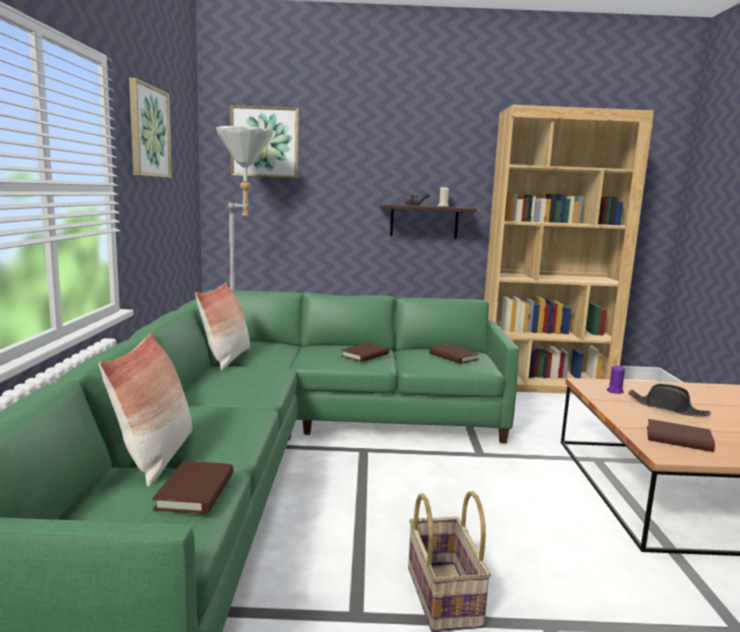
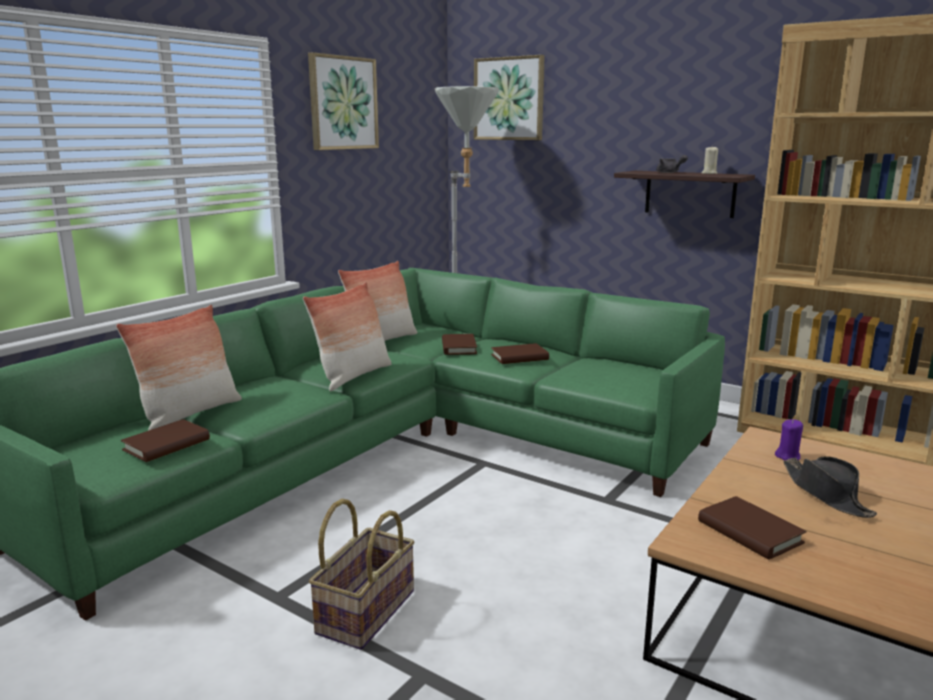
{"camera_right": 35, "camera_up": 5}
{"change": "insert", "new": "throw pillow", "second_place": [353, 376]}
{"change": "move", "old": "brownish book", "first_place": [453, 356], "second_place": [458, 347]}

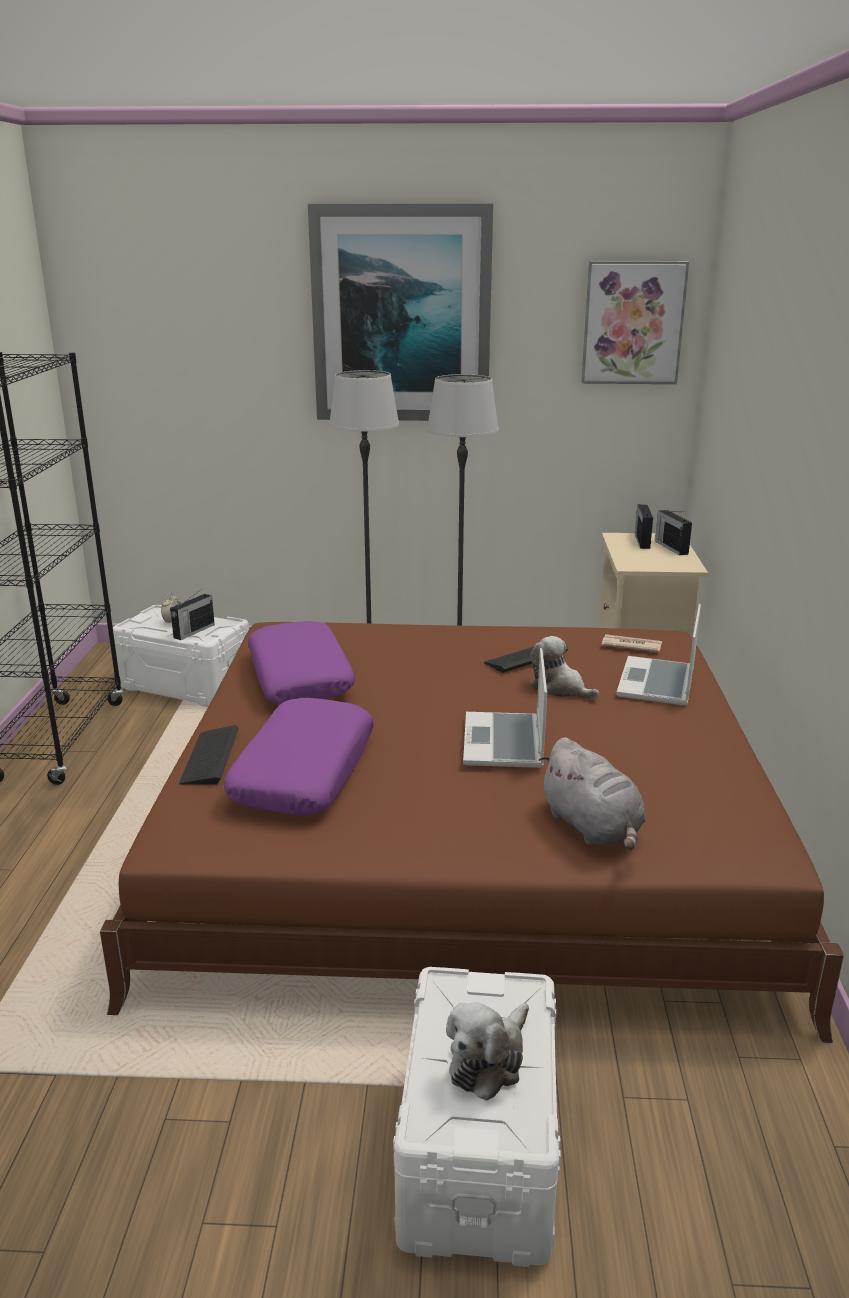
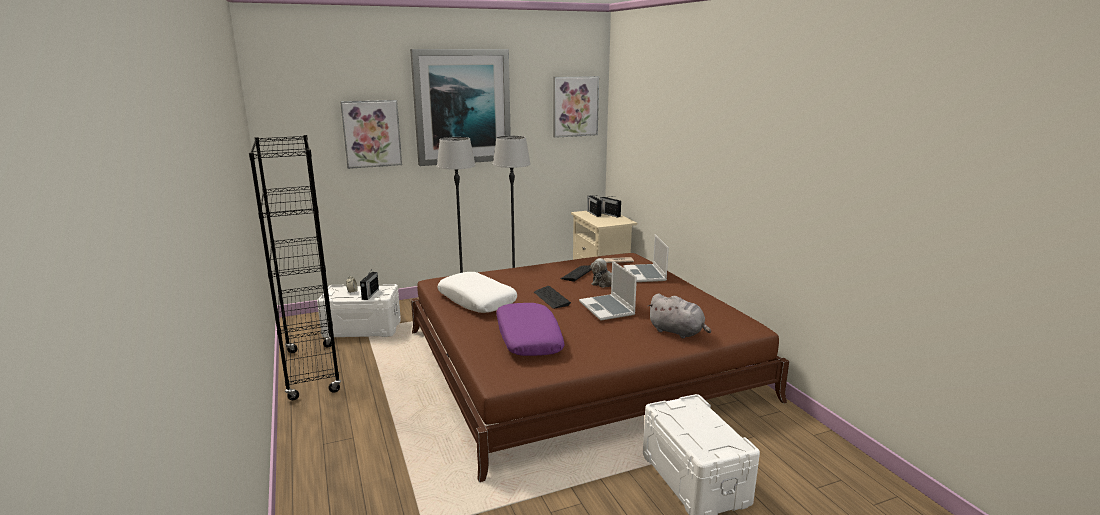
{"camera_right": -25, "camera_up": -5}
{"change": "delete", "old": "plush toy", "first_place": [489, 1060]}
{"change": "insert", "new": "wall art", "second_place": [371, 133]}
{"change": "move", "old": "keyboard", "first_place": [210, 757], "second_place": [551, 298]}
{"change": "recolor", "old": "purplish throw pillow", "new": "white-coloured throw pillow", "first_place": [301, 677], "second_place": [477, 300]}

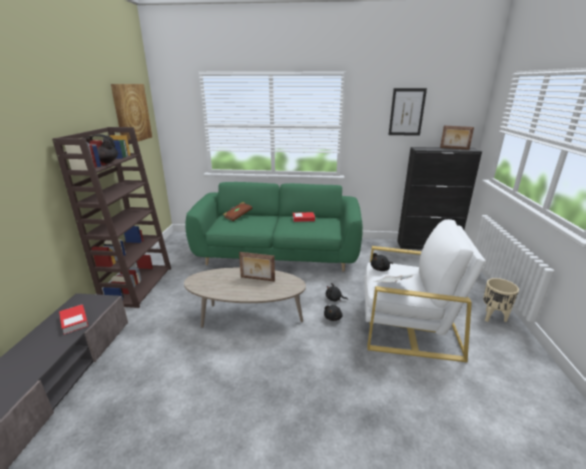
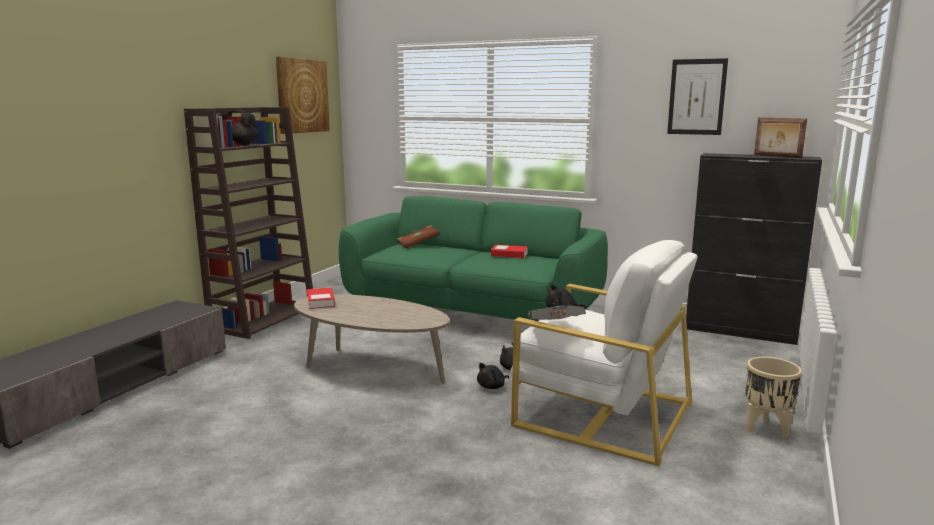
{"camera_right": 20, "camera_up": -10}
{"change": "delete", "old": "standing frame", "first_place": [257, 279]}
{"change": "move", "old": "book", "first_place": [74, 321], "second_place": [320, 302]}

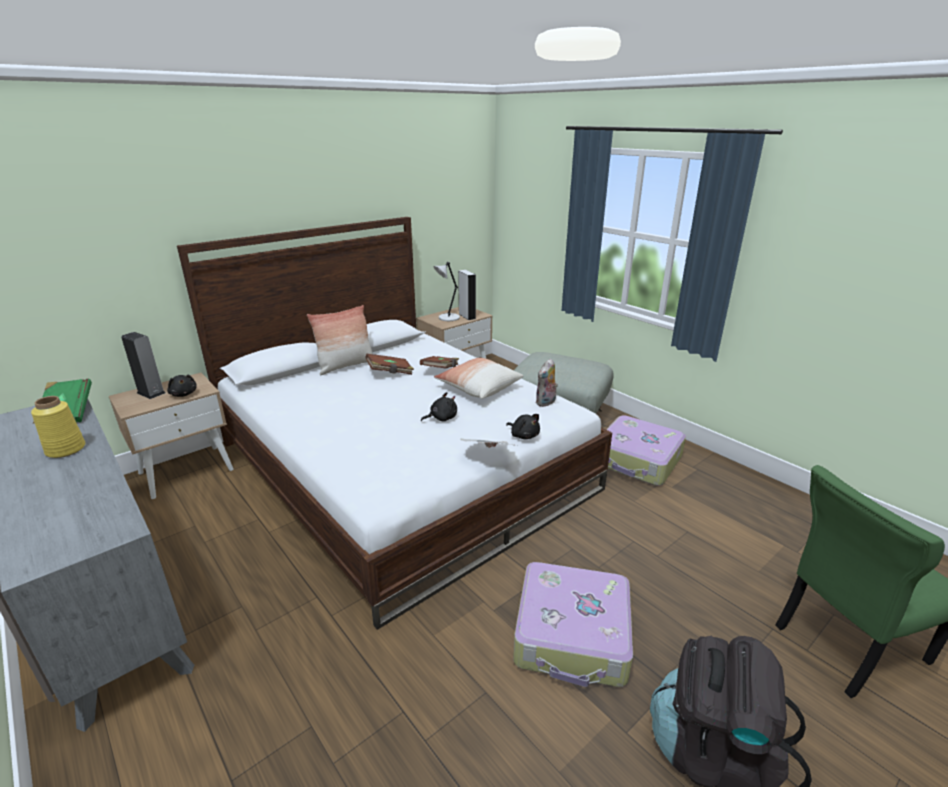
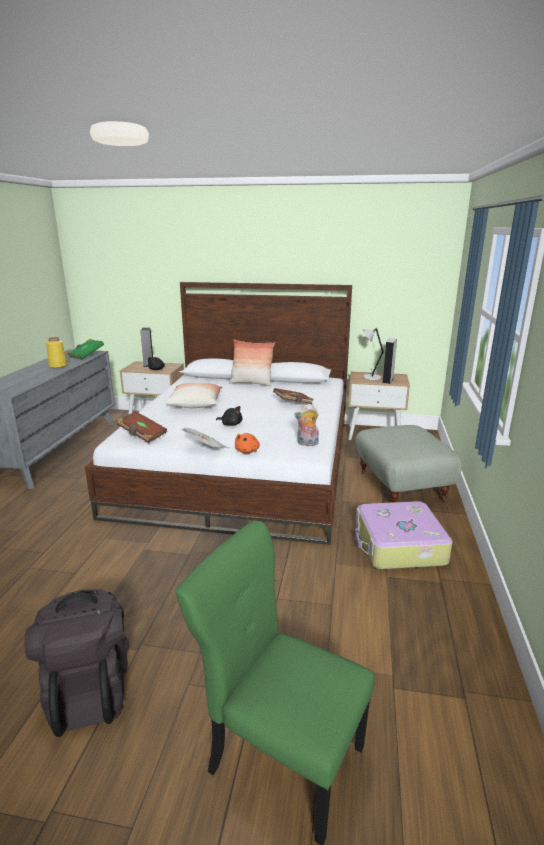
{"camera_right": 50, "camera_up": -5}
{"change": "delete", "old": "suitcase", "first_place": [572, 635]}
{"change": "move", "old": "brownish book", "first_place": [390, 372], "second_place": [142, 435]}
{"change": "move", "old": "throw pillow", "first_place": [478, 388], "second_place": [195, 403]}
{"change": "recolor", "old": "blackish plush toy", "new": "orangey plush toy", "first_place": [524, 435], "second_place": [247, 451]}

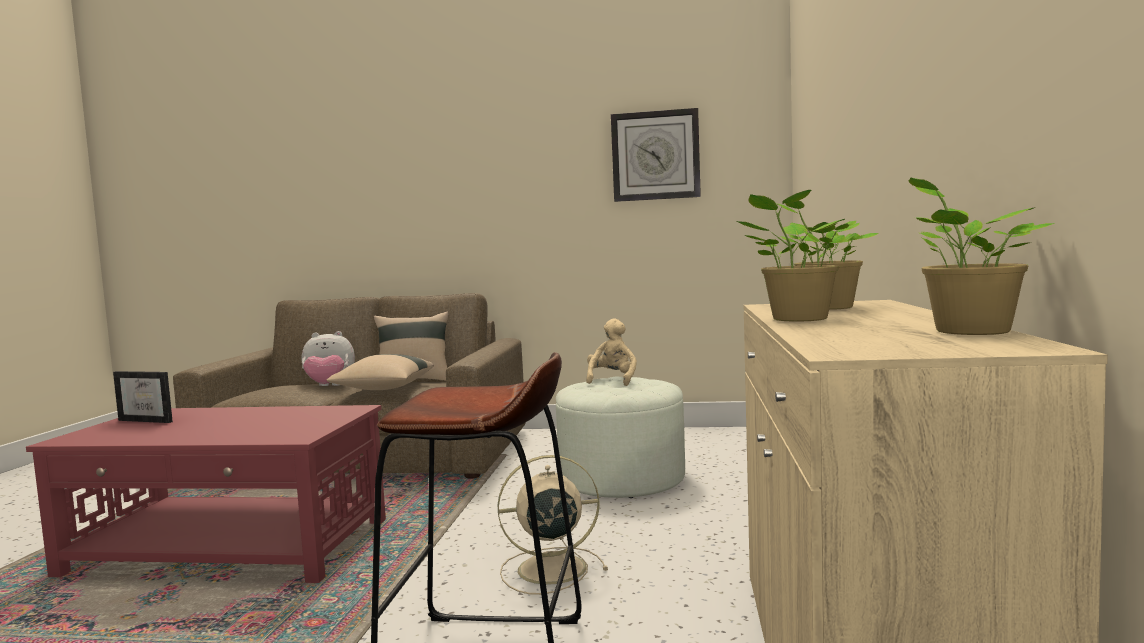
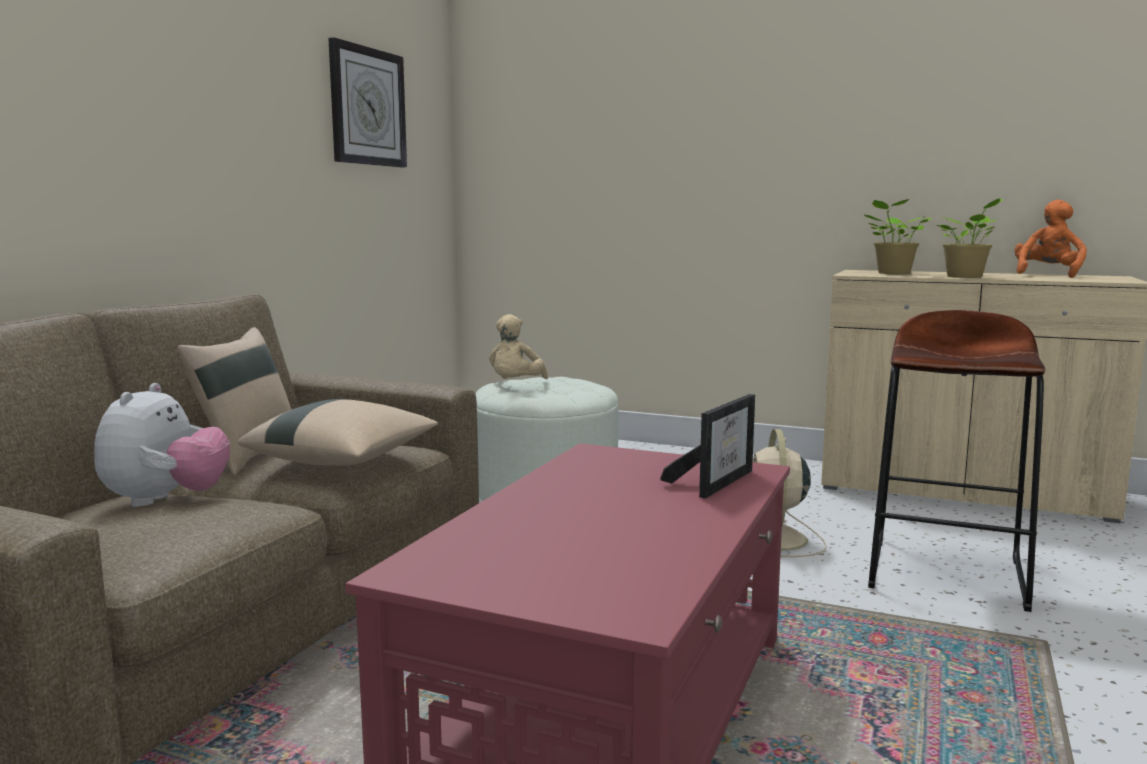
{"camera_right": -75, "camera_up": 5}
{"change": "move", "old": "standing frame", "first_place": [152, 420], "second_place": [717, 481]}
{"change": "replace", "old": "houseplant", "new": "orangey plush toy", "first_place": [967, 331], "second_place": [1047, 275]}
{"change": "rotate", "old": "beige-coloured plush toy", "first_place": [612, 380], "second_place": [515, 385], "degrees": -105}

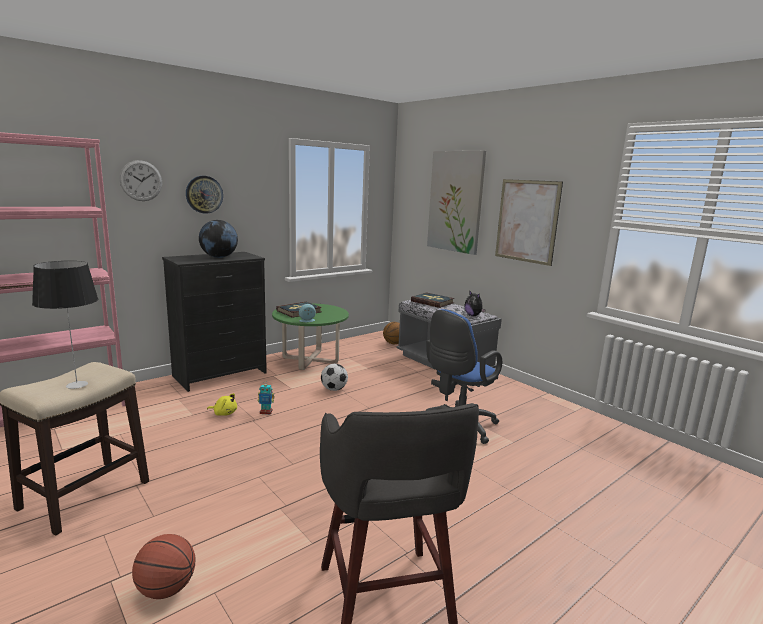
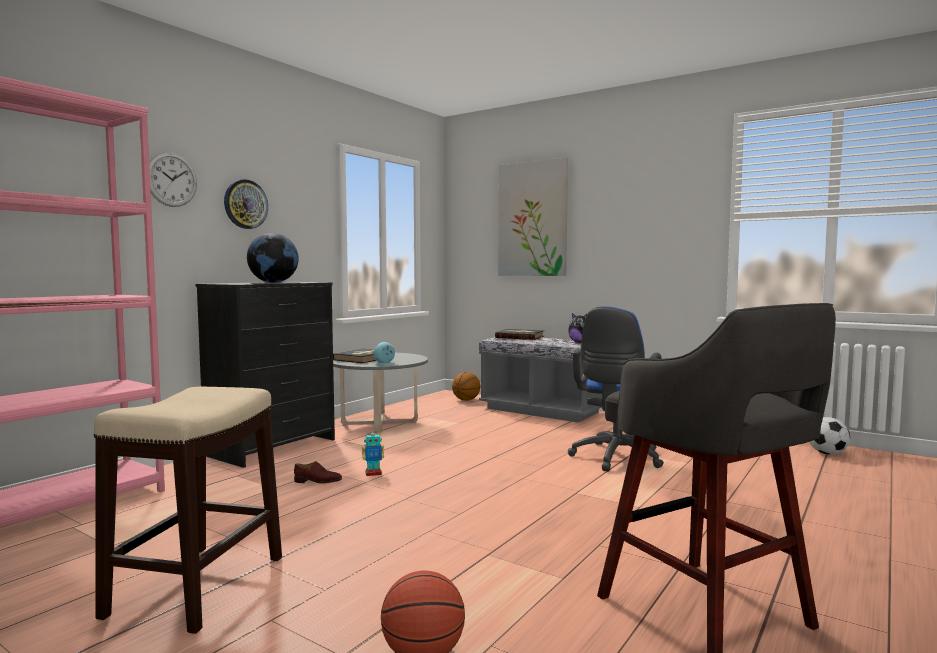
{"camera_right": -15, "camera_up": -10}
{"change": "delete", "old": "table lamp", "first_place": [77, 385]}
{"change": "delete", "old": "wall art", "first_place": [527, 221]}
{"change": "move", "old": "football", "first_place": [334, 389], "second_place": [827, 453]}
{"change": "replace", "old": "yellow plush toy", "new": "brownish item of footwear", "first_place": [224, 413], "second_place": [318, 481]}
{"change": "recolor", "old": "greenish low table", "new": "greyish low table", "first_place": [310, 360], "second_place": [379, 423]}

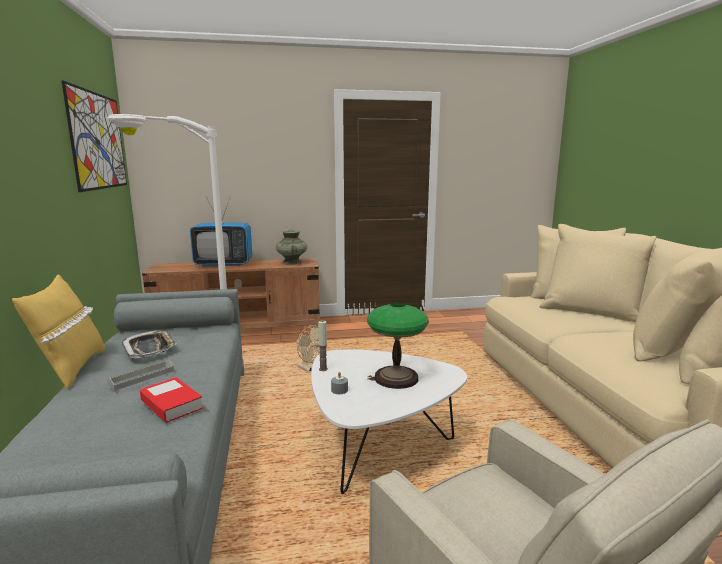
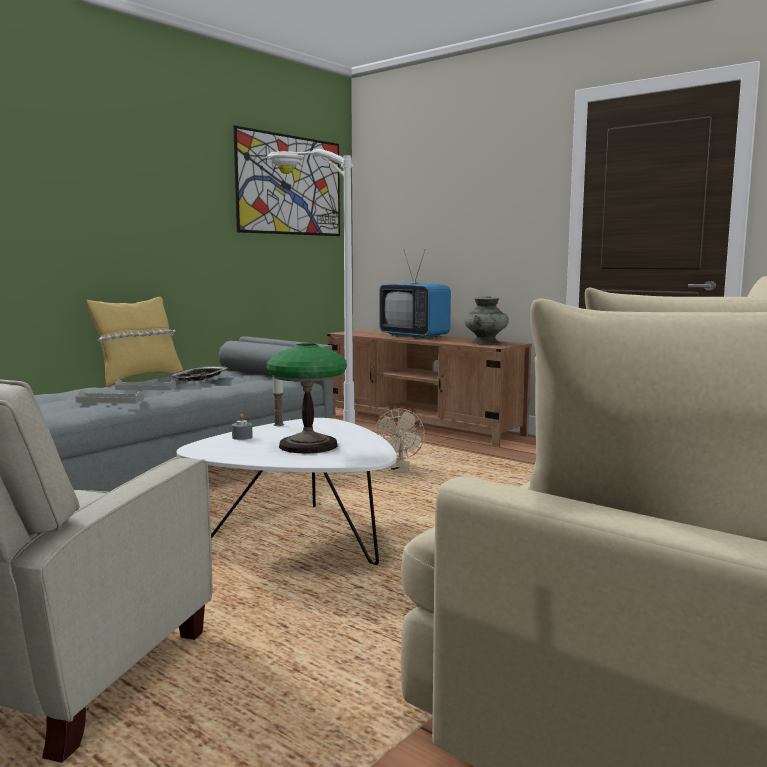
{"camera_right": 50, "camera_up": -5}
{"change": "replace", "old": "book", "new": "greyish carrying tray", "first_place": [171, 404], "second_place": [110, 401]}

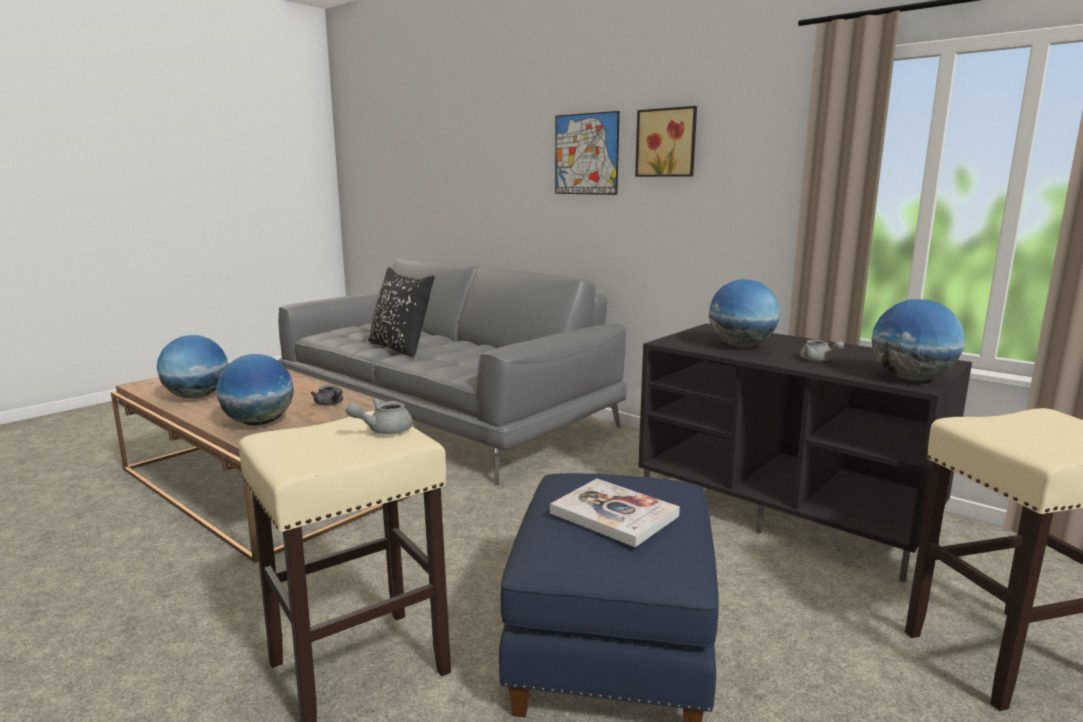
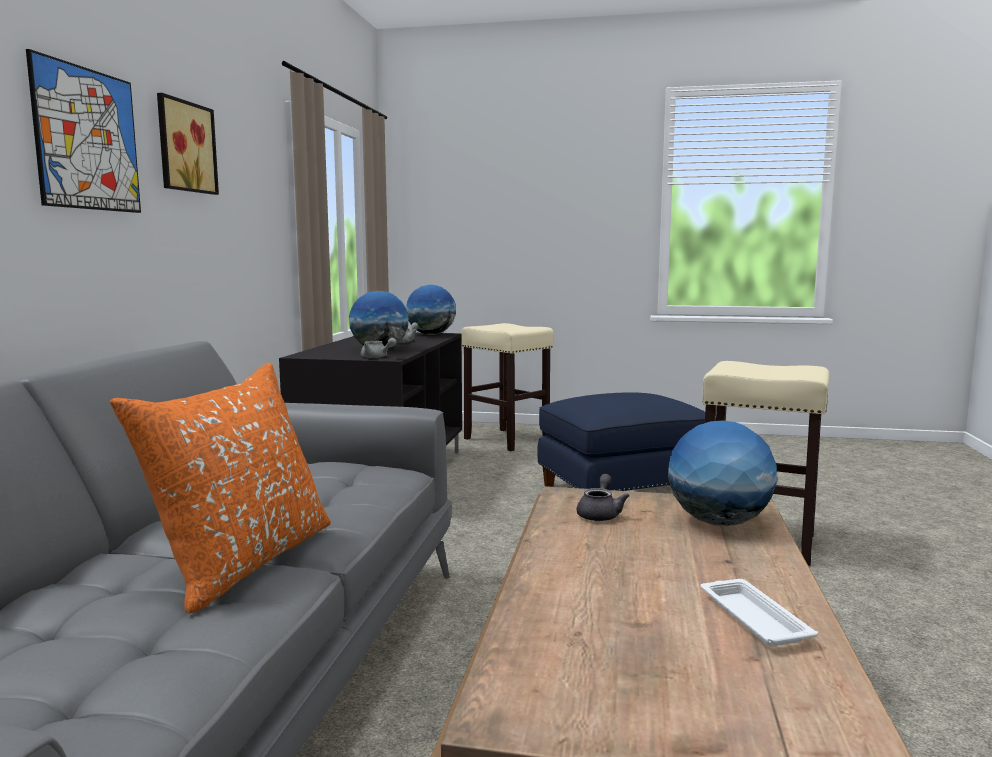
{"camera_right": -120, "camera_up": -5}
{"change": "delete", "old": "book", "first_place": [614, 514]}
{"change": "move", "old": "greyish teapot", "first_place": [383, 430], "second_place": [377, 357]}
{"change": "replace", "old": "desk globe", "new": "white-coloured carrying tray", "first_place": [196, 397], "second_place": [752, 617]}
{"change": "recolor", "old": "blackish throw pillow", "new": "orangey throw pillow", "first_place": [401, 348], "second_place": [243, 561]}

